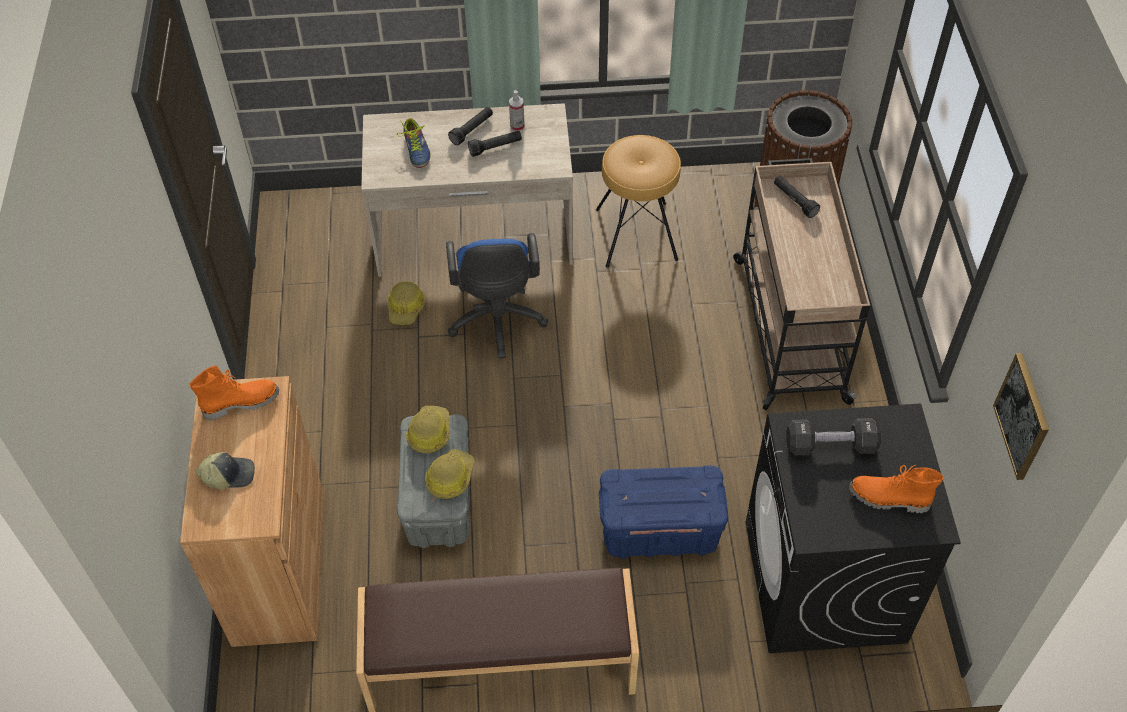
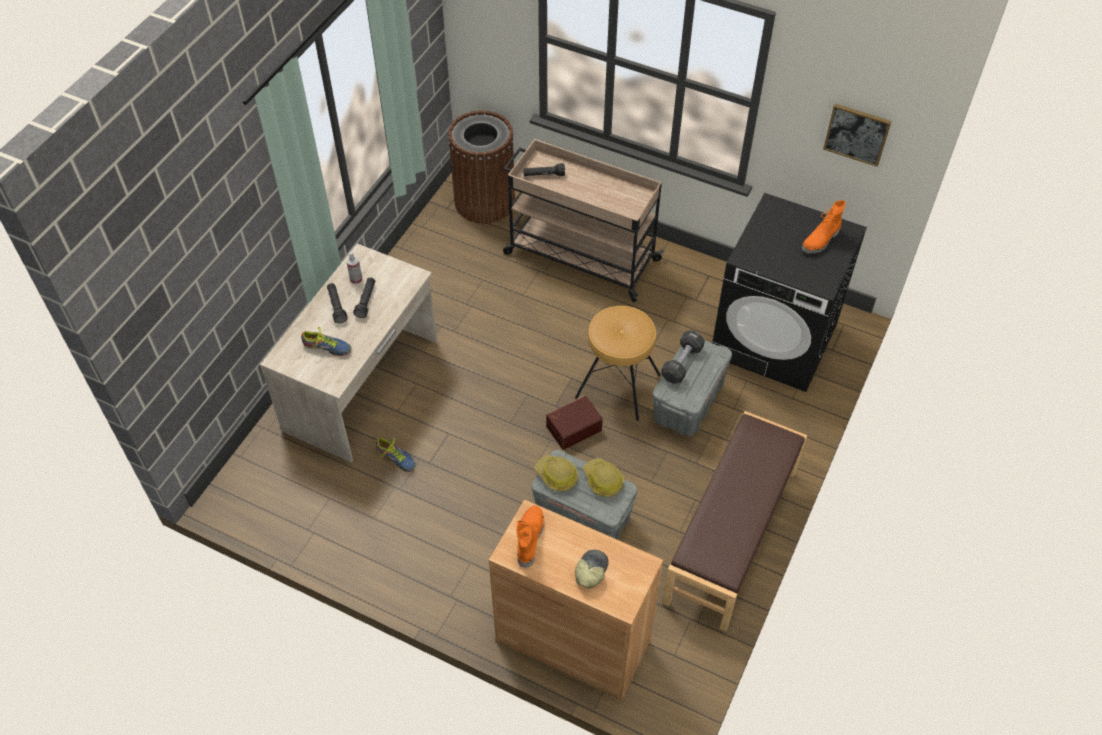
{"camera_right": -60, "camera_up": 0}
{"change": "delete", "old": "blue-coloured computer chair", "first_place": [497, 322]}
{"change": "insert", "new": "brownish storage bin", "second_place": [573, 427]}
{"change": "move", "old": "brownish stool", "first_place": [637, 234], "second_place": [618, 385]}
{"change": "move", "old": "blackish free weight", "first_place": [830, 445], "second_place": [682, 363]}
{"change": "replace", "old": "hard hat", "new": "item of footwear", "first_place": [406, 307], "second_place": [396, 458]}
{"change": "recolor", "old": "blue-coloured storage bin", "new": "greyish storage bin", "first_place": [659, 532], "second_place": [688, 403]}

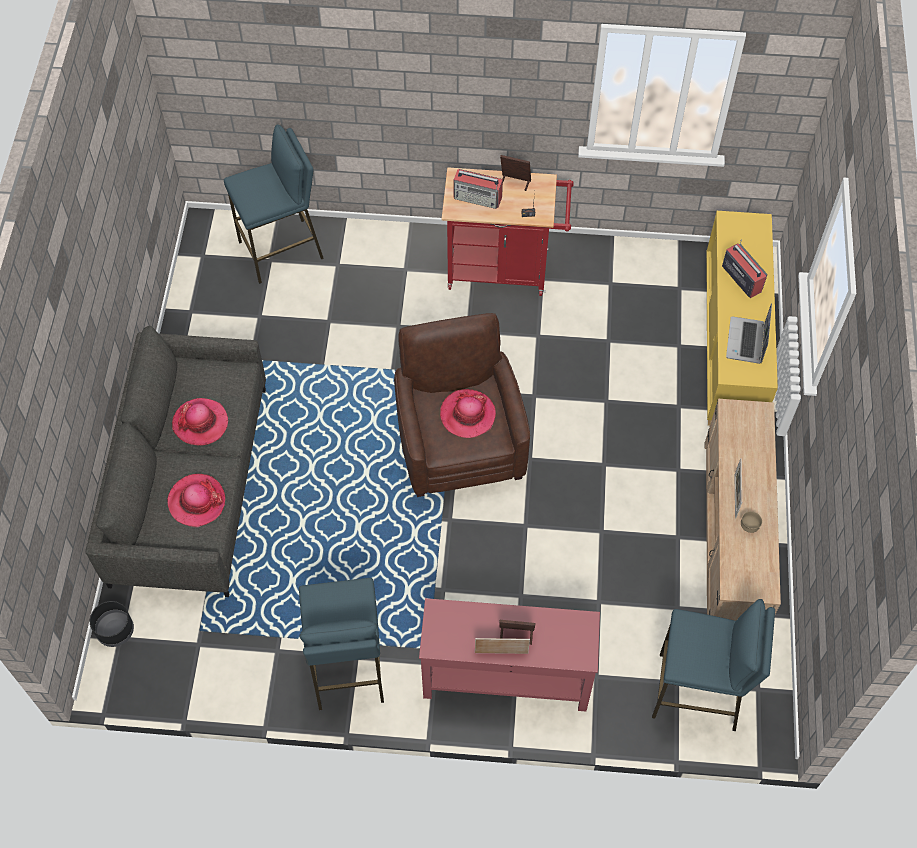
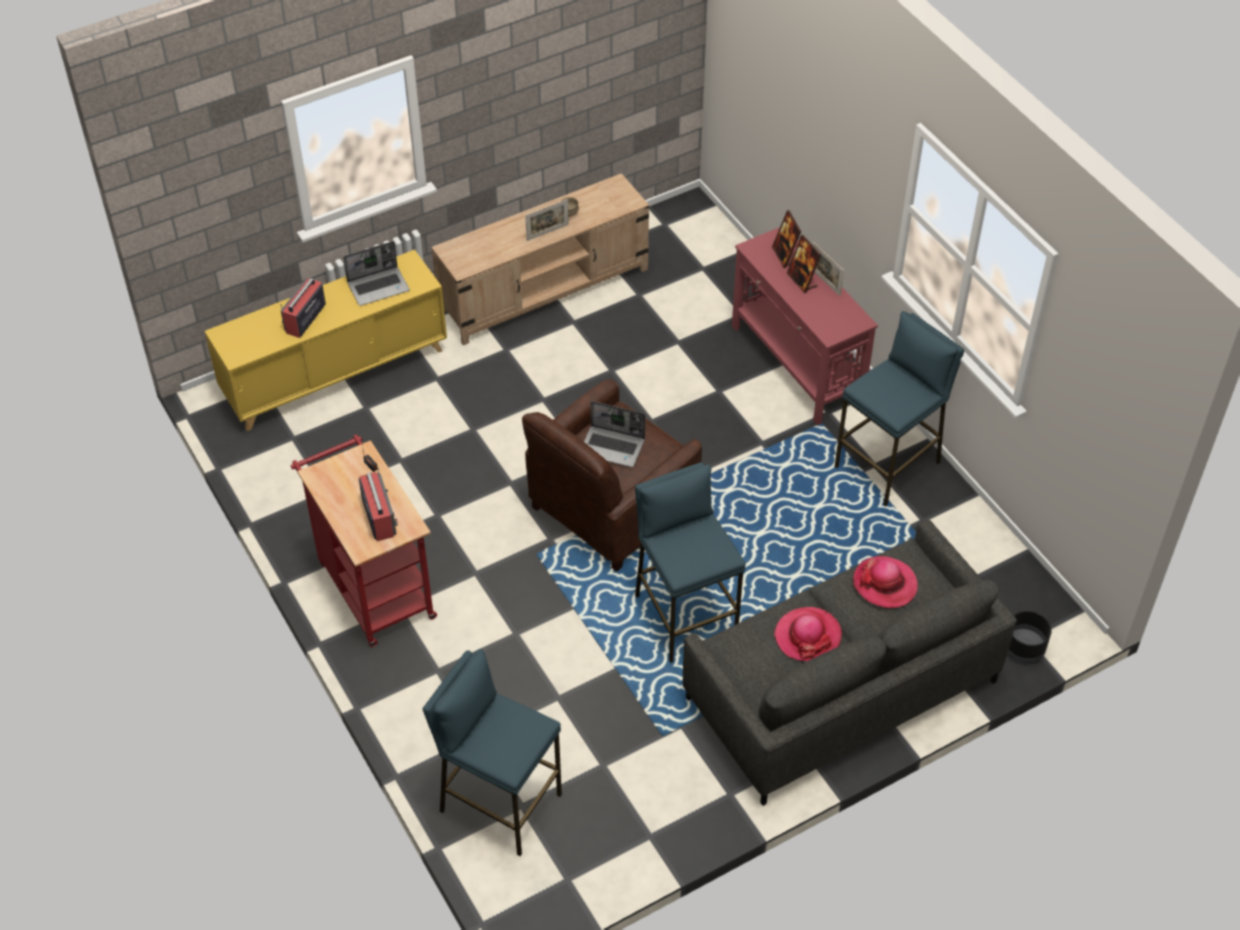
{"camera_right": -125, "camera_up": -10}
{"change": "move", "old": "standing frame", "first_place": [515, 182], "second_place": [785, 256]}
{"change": "move", "old": "blue-coloured stool", "first_place": [697, 693], "second_place": [685, 616]}
{"change": "replace", "old": "wearable hat", "new": "portable computer", "first_place": [467, 415], "second_place": [613, 447]}

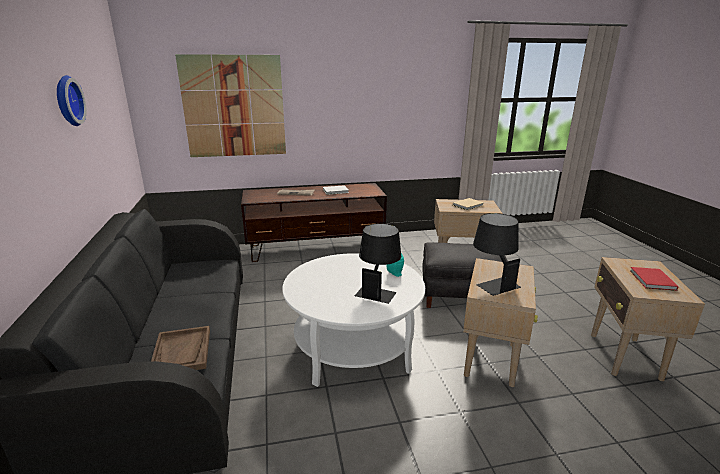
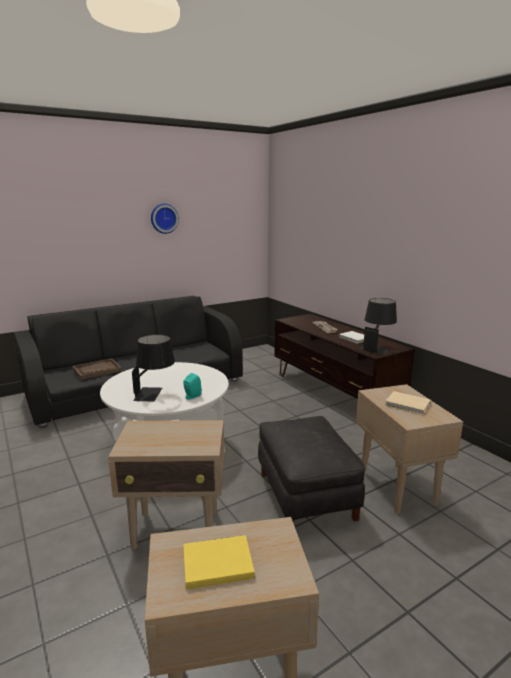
{"camera_right": 70, "camera_up": -5}
{"change": "delete", "old": "wall art", "first_place": [234, 107]}
{"change": "move", "old": "blackish table lamp", "first_place": [492, 282], "second_place": [377, 348]}
{"change": "recolor", "old": "red book", "new": "yellow book", "first_place": [652, 281], "second_place": [215, 563]}

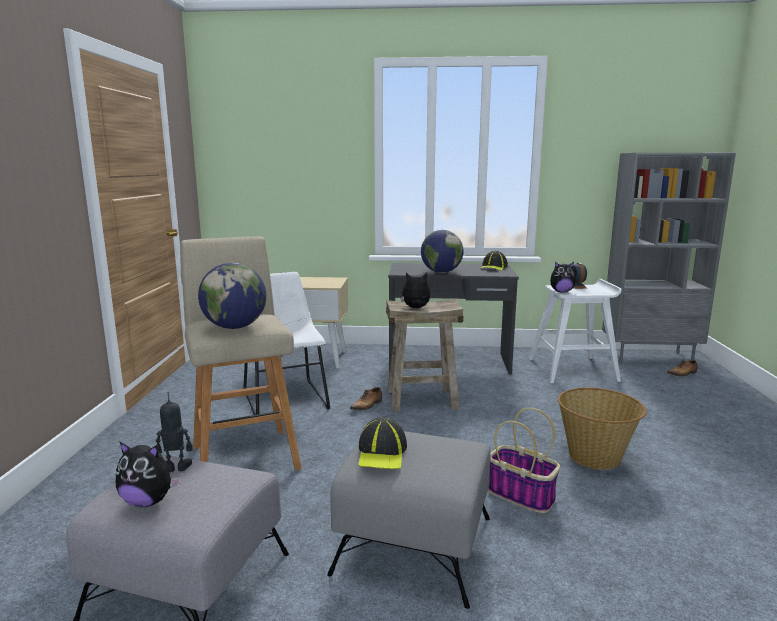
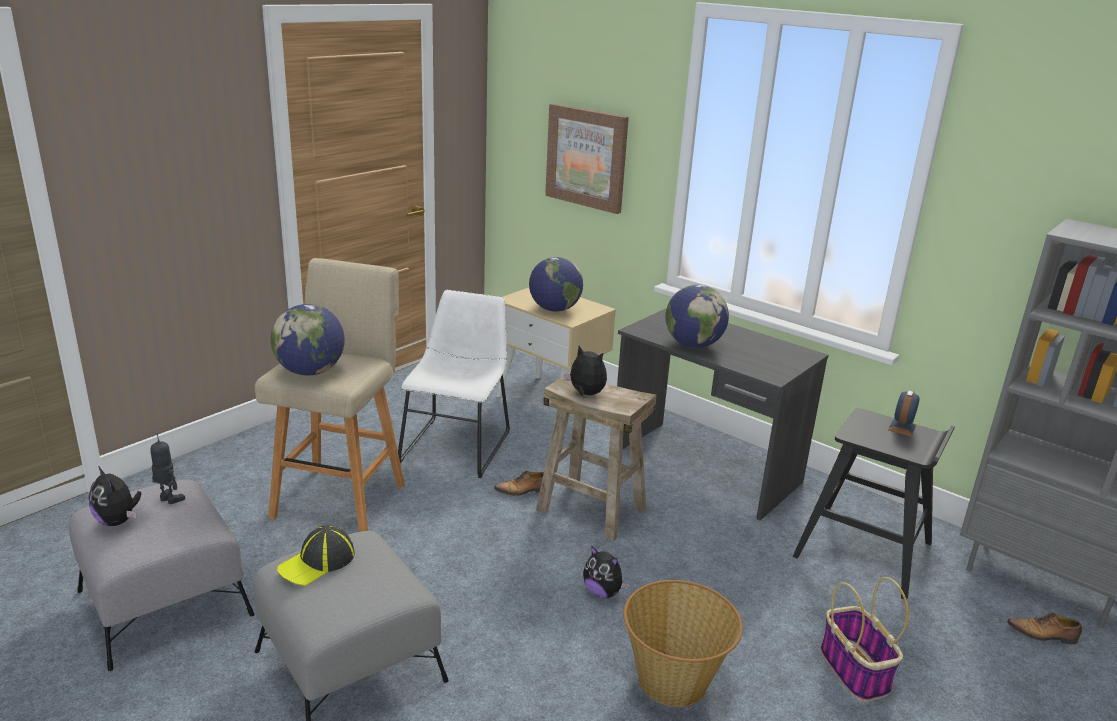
{"camera_right": 35, "camera_up": 10}
{"change": "delete", "old": "baseball cap", "first_place": [493, 267]}
{"change": "insert", "new": "desk globe", "second_place": [554, 309]}
{"change": "insert", "new": "wall art", "second_place": [587, 157]}
{"change": "move", "old": "household basket", "first_place": [522, 495], "second_place": [855, 671]}
{"change": "move", "old": "plush toy", "first_place": [561, 292], "second_place": [603, 592]}
{"change": "recolor", "old": "white-coloured stool", "new": "blackish stool", "first_place": [573, 369], "second_place": [865, 550]}

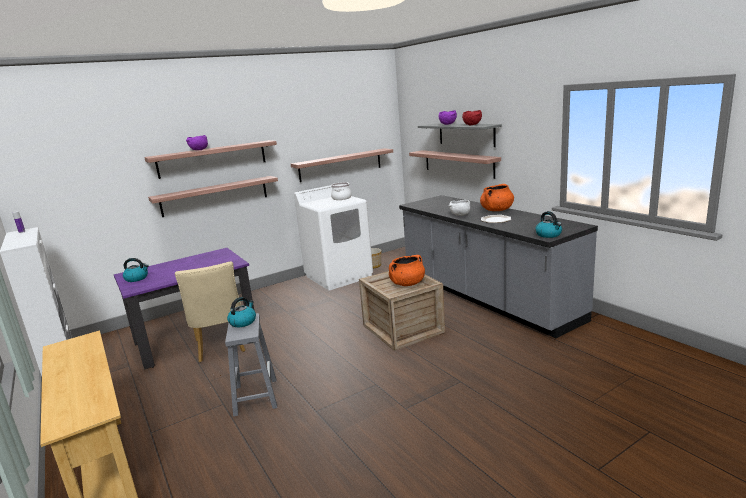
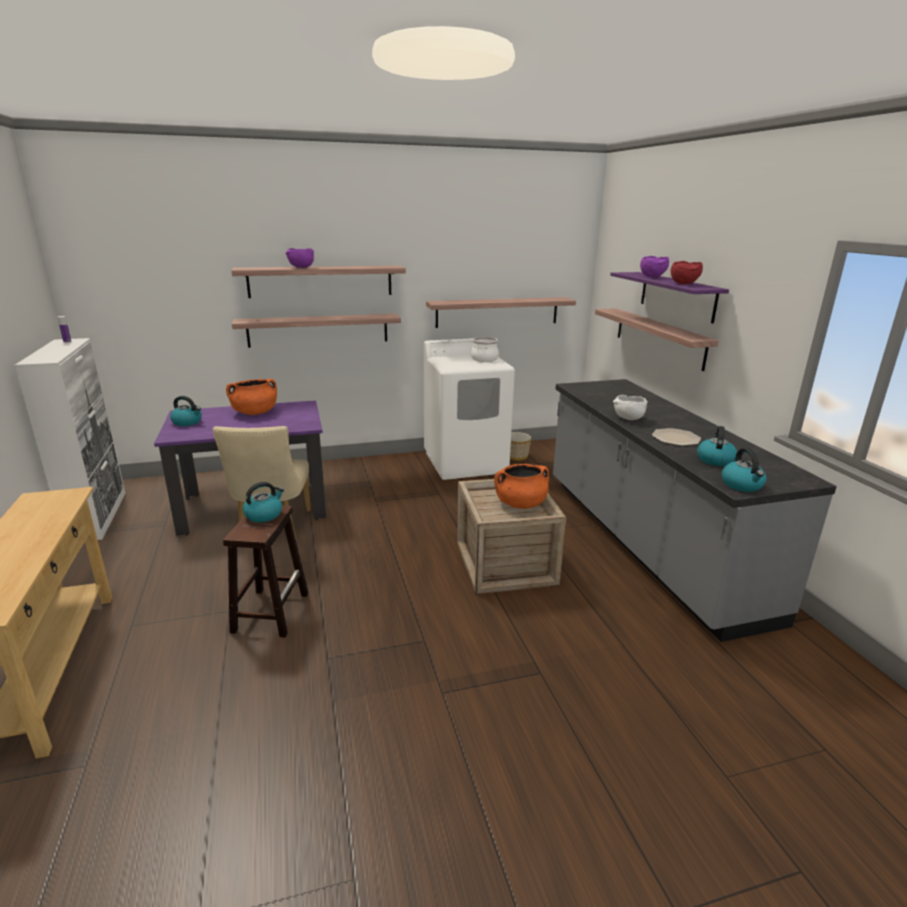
{"camera_right": 15, "camera_up": 5}
{"change": "insert", "new": "kettle", "second_place": [714, 460]}
{"change": "move", "old": "orangey cooking pot", "first_place": [497, 210], "second_place": [255, 412]}
{"change": "recolor", "old": "greyish stool", "new": "brownish stool", "first_place": [255, 396], "second_place": [271, 611]}
{"change": "recolor", "old": "greyish shelf", "new": "purplish shelf", "first_place": [466, 134], "second_place": [677, 296]}

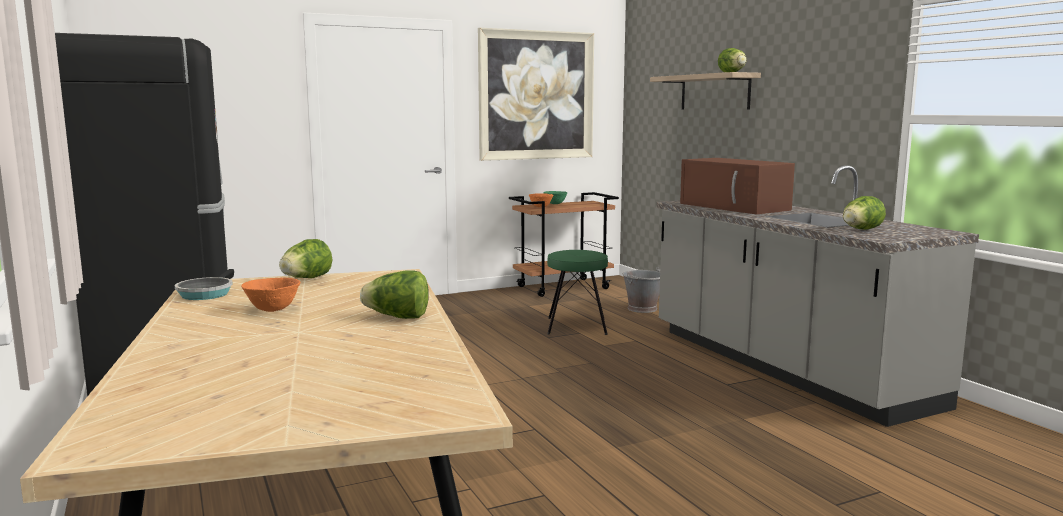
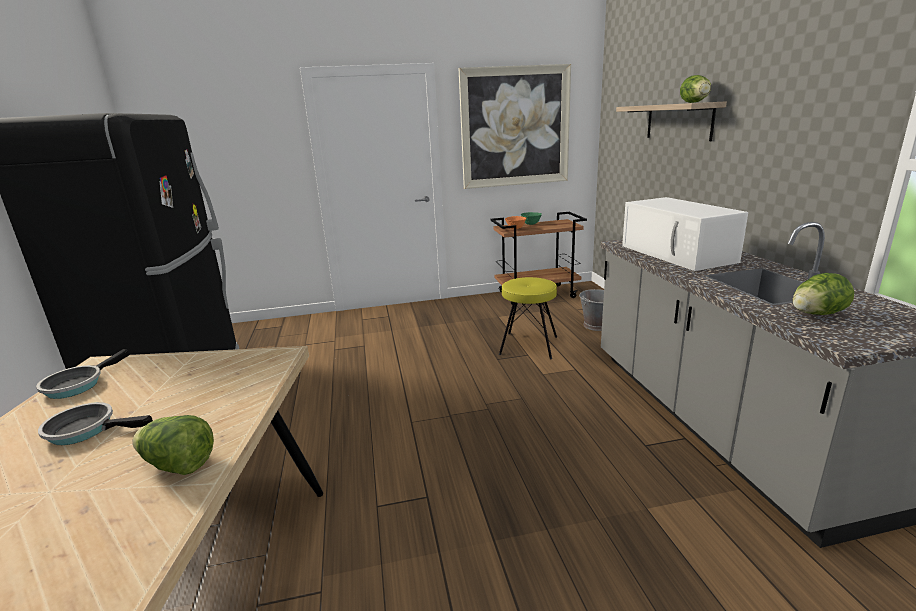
{"camera_right": 15, "camera_up": 10}
{"change": "delete", "old": "head of lettuce", "first_place": [306, 279]}
{"change": "replace", "old": "orangey serving bowl", "new": "pan", "first_place": [272, 310], "second_place": [87, 430]}
{"change": "recolor", "old": "greenish stool", "new": "yellow stool", "first_place": [577, 326], "second_place": [529, 345]}
{"change": "recolor", "old": "brownish microwave oven", "new": "white-coloured microwave oven", "first_place": [735, 207], "second_place": [678, 254]}

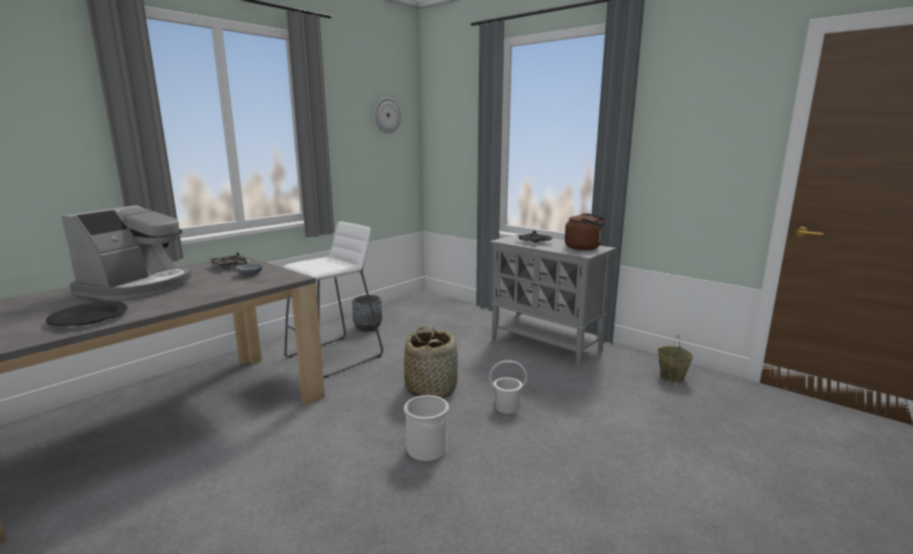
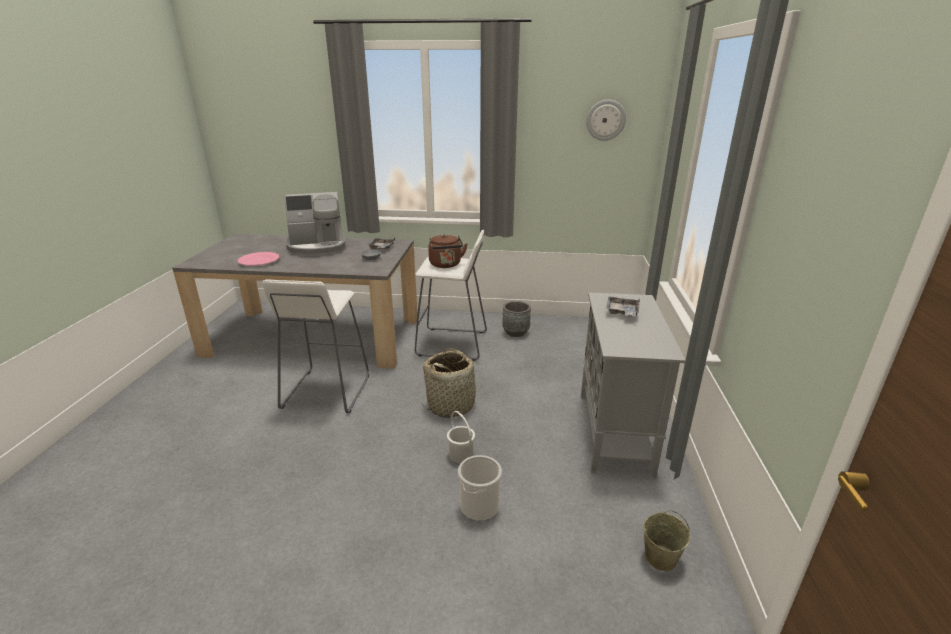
{"camera_right": 55, "camera_up": 10}
{"change": "insert", "new": "white-coloured stool", "second_place": [326, 391]}
{"change": "move", "old": "water bucket", "first_place": [427, 450], "second_place": [479, 507]}
{"change": "move", "old": "brownish kettle", "first_place": [585, 248], "second_place": [446, 265]}
{"change": "recolor", "old": "blackish plate", "new": "pink plate", "first_place": [89, 318], "second_place": [259, 261]}

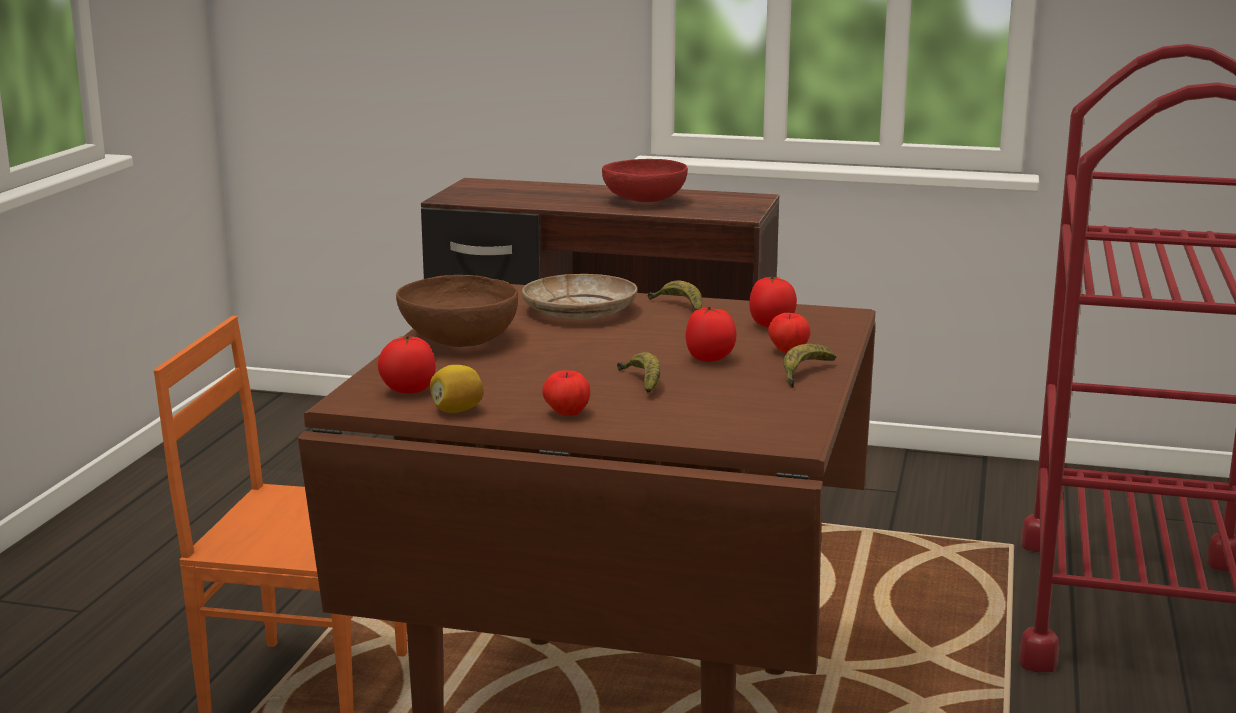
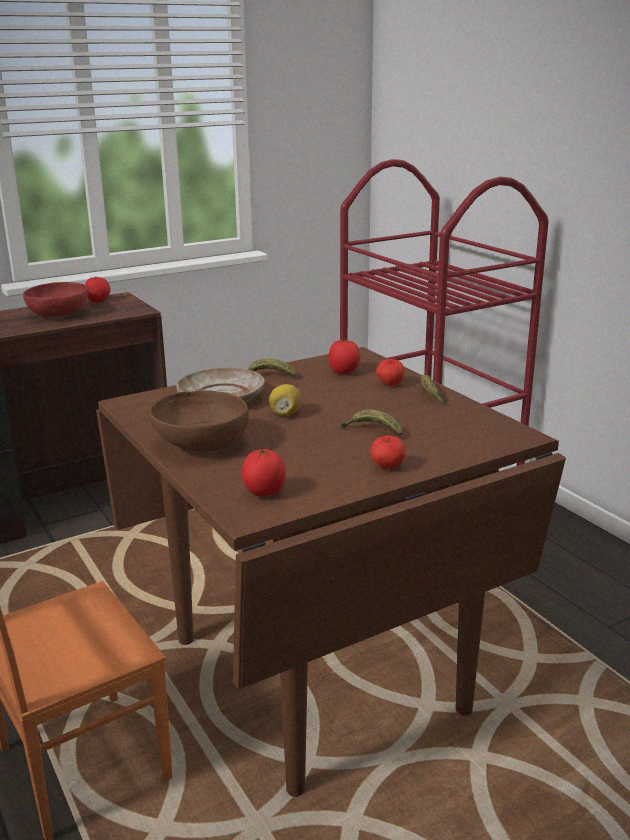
{"camera_right": -45, "camera_up": 5}
{"change": "move", "old": "citrus fruit", "first_place": [456, 411], "second_place": [285, 414]}
{"change": "move", "old": "tomato", "first_place": [710, 359], "second_place": [98, 301]}

